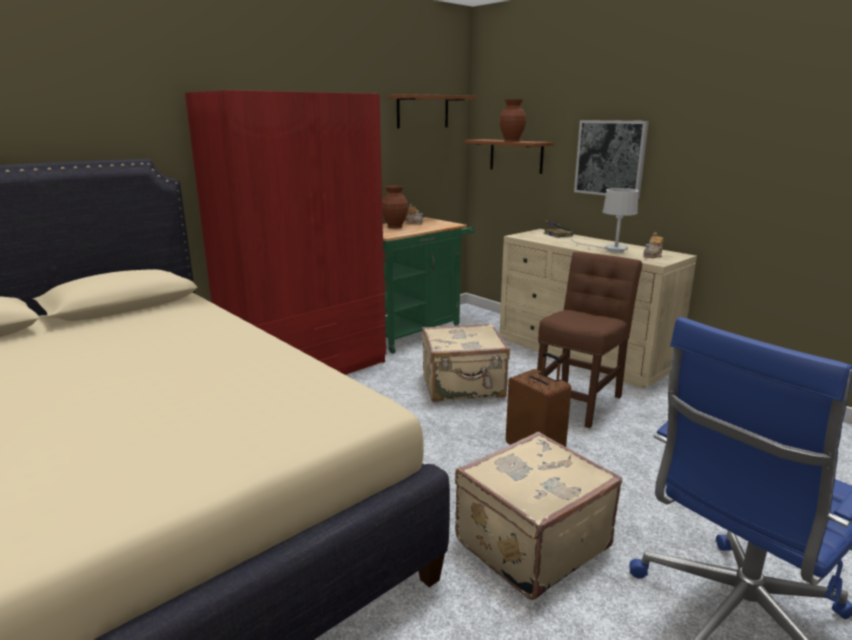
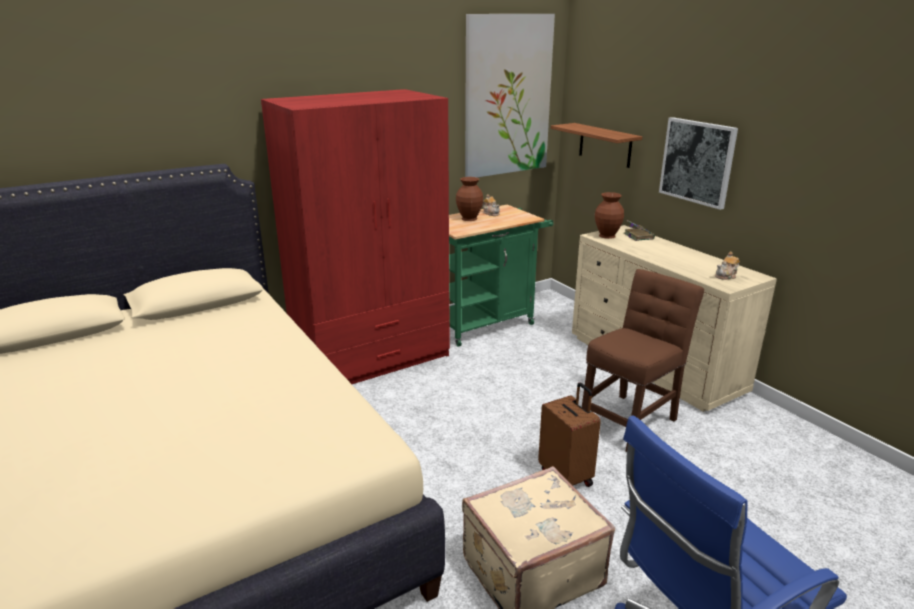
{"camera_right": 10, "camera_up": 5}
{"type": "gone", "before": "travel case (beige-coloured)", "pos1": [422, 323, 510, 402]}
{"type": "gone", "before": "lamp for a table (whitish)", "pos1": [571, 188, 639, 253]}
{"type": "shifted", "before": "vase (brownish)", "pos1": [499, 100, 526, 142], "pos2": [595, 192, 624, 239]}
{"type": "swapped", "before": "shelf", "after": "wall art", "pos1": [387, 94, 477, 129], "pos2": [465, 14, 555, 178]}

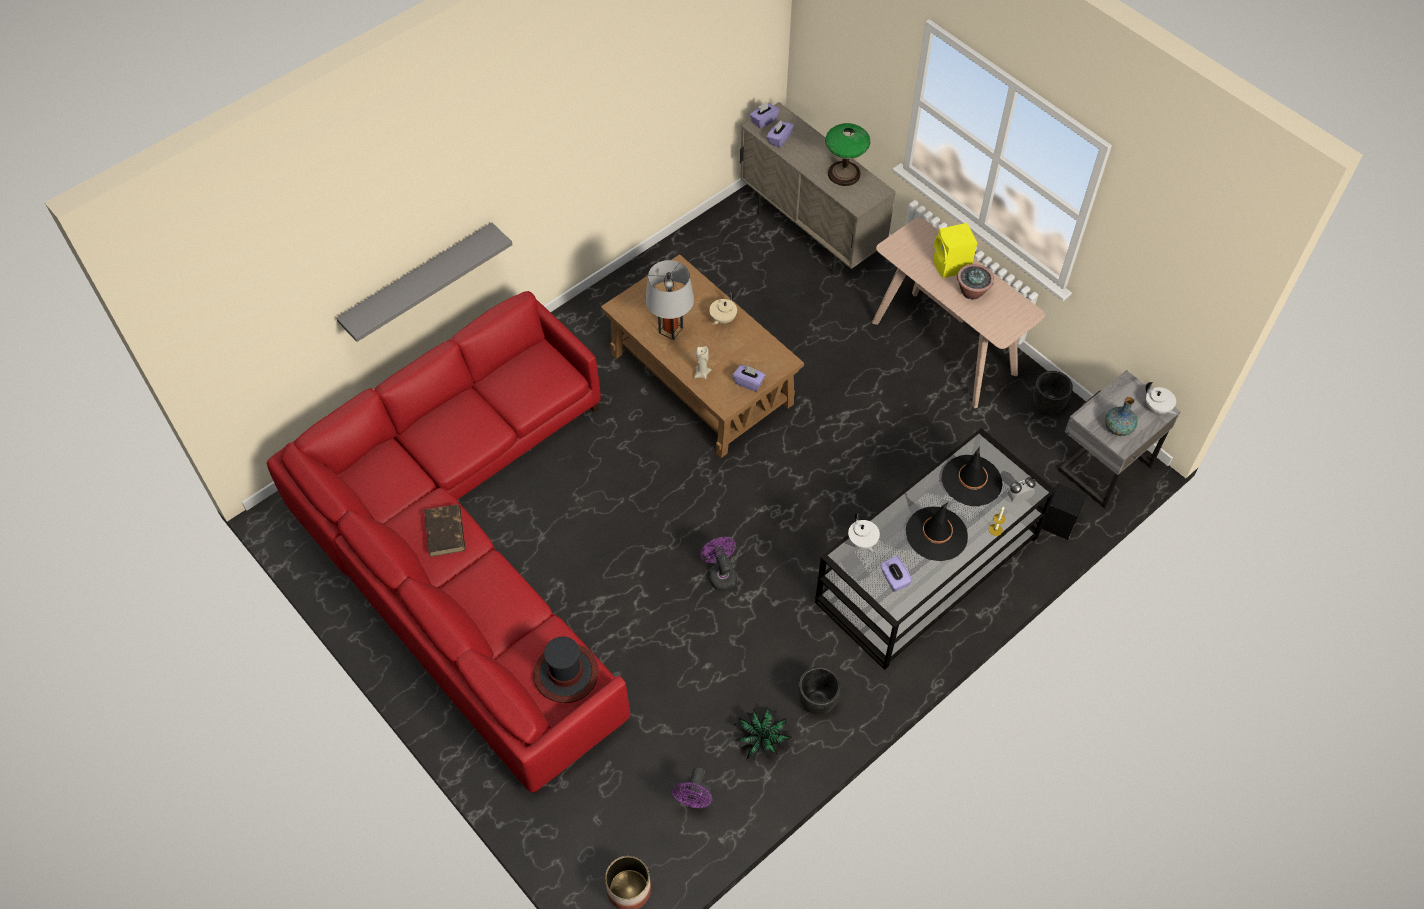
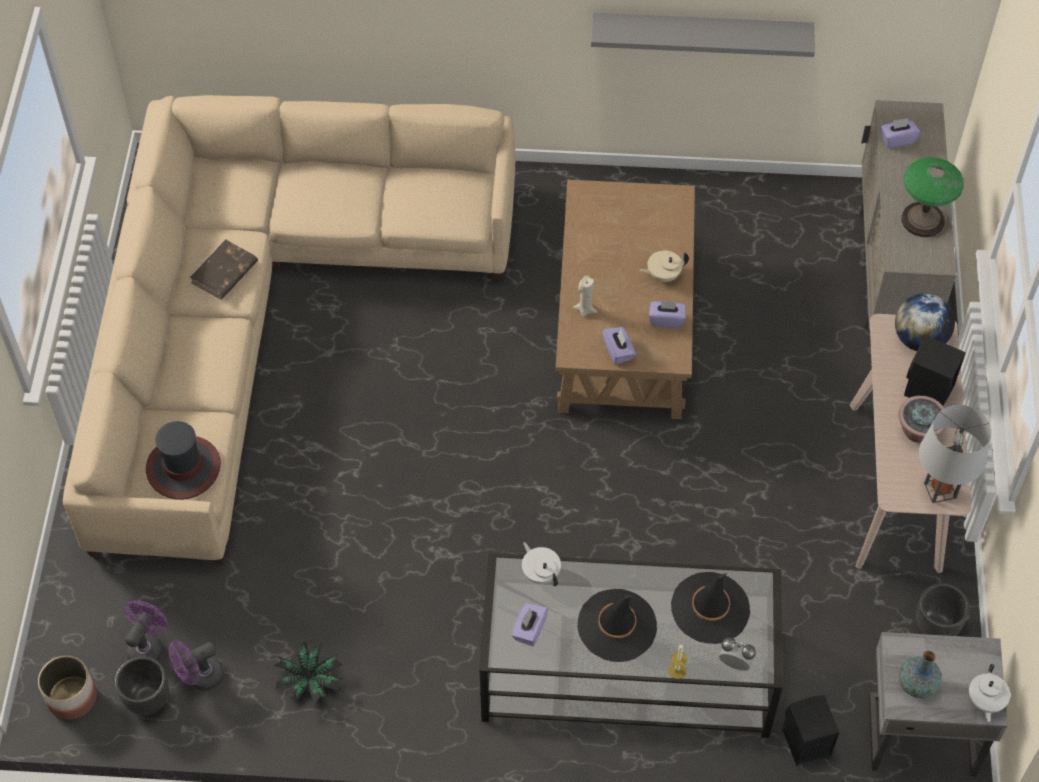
{"camera_right": 45, "camera_up": 0}
{"type": "new", "after": "world globe", "pos2": [895, 293, 955, 351]}
{"type": "shifted", "before": "shelf (grey)", "pos1": [336, 222, 512, 342], "pos2": [591, 13, 815, 57]}
{"type": "shifted", "before": "lamp for a table (grey)", "pos1": [645, 260, 694, 340], "pos2": [919, 405, 991, 503]}
{"type": "shifted", "before": "cooling fan (purple)", "pos1": [700, 537, 737, 591], "pos2": [125, 601, 169, 661]}
{"type": "shifted", "before": "box of tissues (purple)", "pos1": [750, 102, 779, 129], "pos2": [649, 300, 686, 328]}
{"type": "shifted", "before": "flower pot (black)", "pos1": [798, 667, 841, 715], "pos2": [115, 656, 169, 715]}
{"type": "repainted", "before": "settee (red-coloured)", "after": "settee (beige-coloured)", "pos1": [267, 291, 630, 794], "pos2": [63, 95, 515, 564]}
{"type": "repainted", "before": "audio speaker (yellow-coloured)", "after": "audio speaker (black)", "pos1": [933, 223, 977, 278], "pos2": [904, 336, 966, 407]}
{"type": "rotated", "before": "pot for tea (whitish)", "pos1": [848, 513, 880, 554], "pos2": [522, 542, 561, 586], "turn": 120}

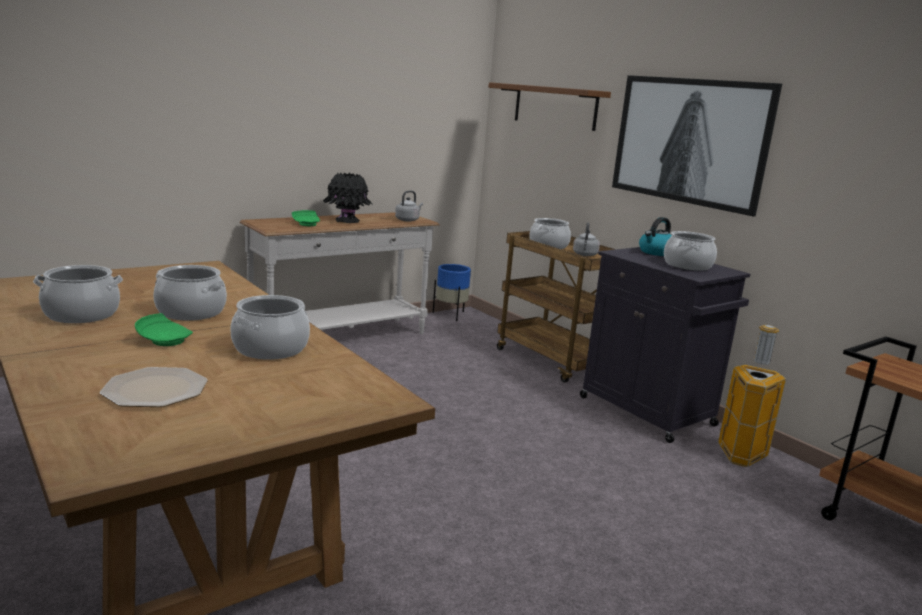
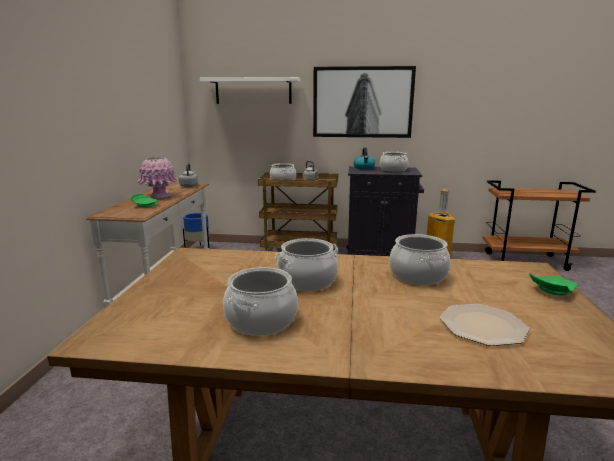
{"camera_right": -45, "camera_up": 0}
{"type": "shifted", "before": "plate (green-coloured)", "pos1": [135, 313, 193, 346], "pos2": [530, 273, 577, 296]}
{"type": "repainted", "before": "vase (black)", "after": "vase (pinkish)", "pos1": [323, 173, 372, 223], "pos2": [137, 157, 179, 199]}
{"type": "repainted", "before": "shelf (brownish)", "after": "shelf (whitish)", "pos1": [488, 82, 611, 131], "pos2": [200, 77, 300, 104]}

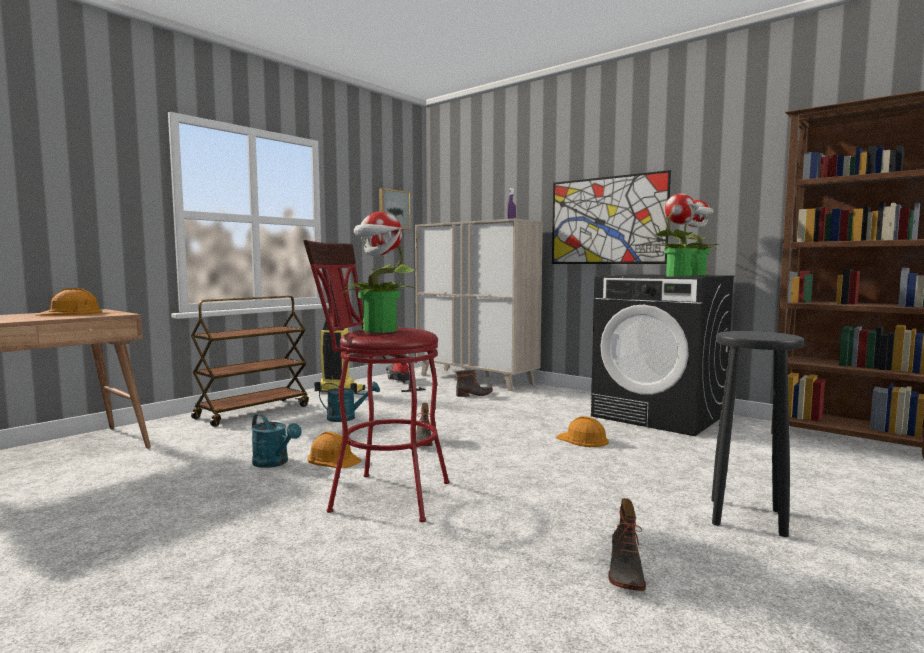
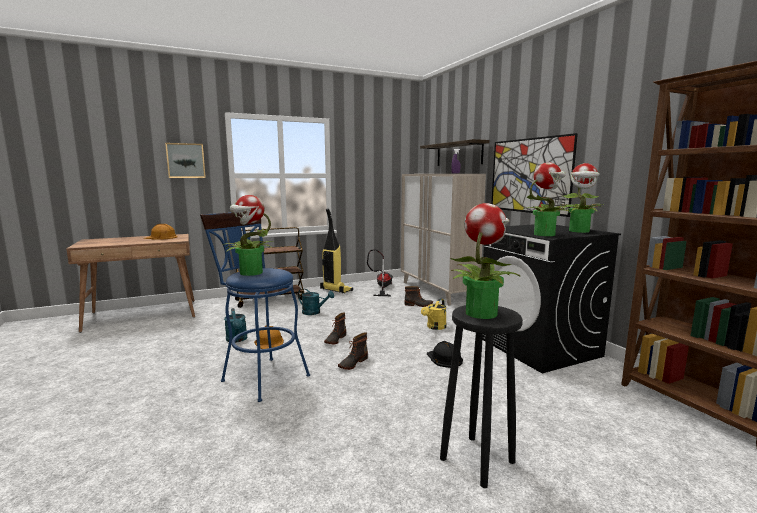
{"camera_right": 25, "camera_up": 5}
{"type": "new", "after": "shelf", "pos2": [420, 139, 489, 166]}
{"type": "new", "after": "watering can (yellow-coloured)", "pos2": [421, 298, 446, 330]}
{"type": "new", "after": "houseplant", "pos2": [450, 203, 520, 319]}
{"type": "shifted", "before": "wall art", "pos1": [379, 188, 410, 229], "pos2": [165, 143, 206, 178]}
{"type": "shifted", "before": "tall boot", "pos1": [609, 498, 646, 591], "pos2": [338, 332, 368, 370]}
{"type": "repainted", "before": "stool seat (red-coloured)", "after": "stool seat (bluish)", "pos1": [303, 240, 449, 522], "pos2": [200, 211, 310, 402]}
{"type": "repainted", "before": "hard hat (orange-coloured)", "after": "hard hat (black)", "pos1": [556, 416, 609, 447], "pos2": [427, 341, 463, 368]}

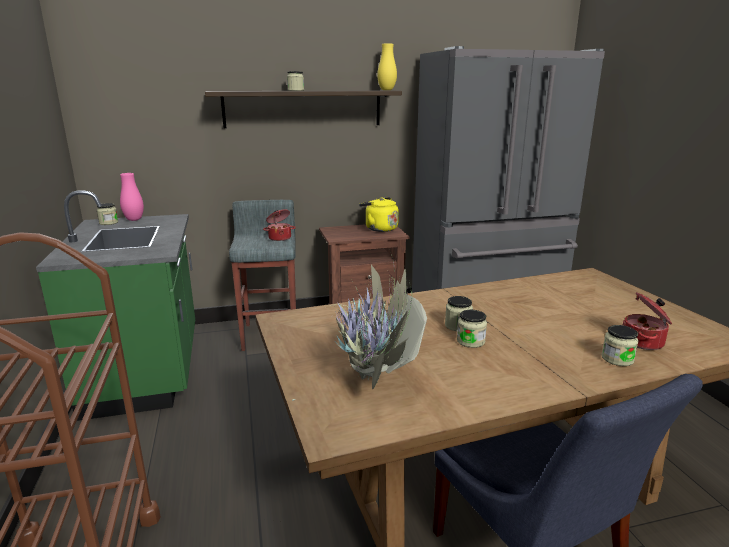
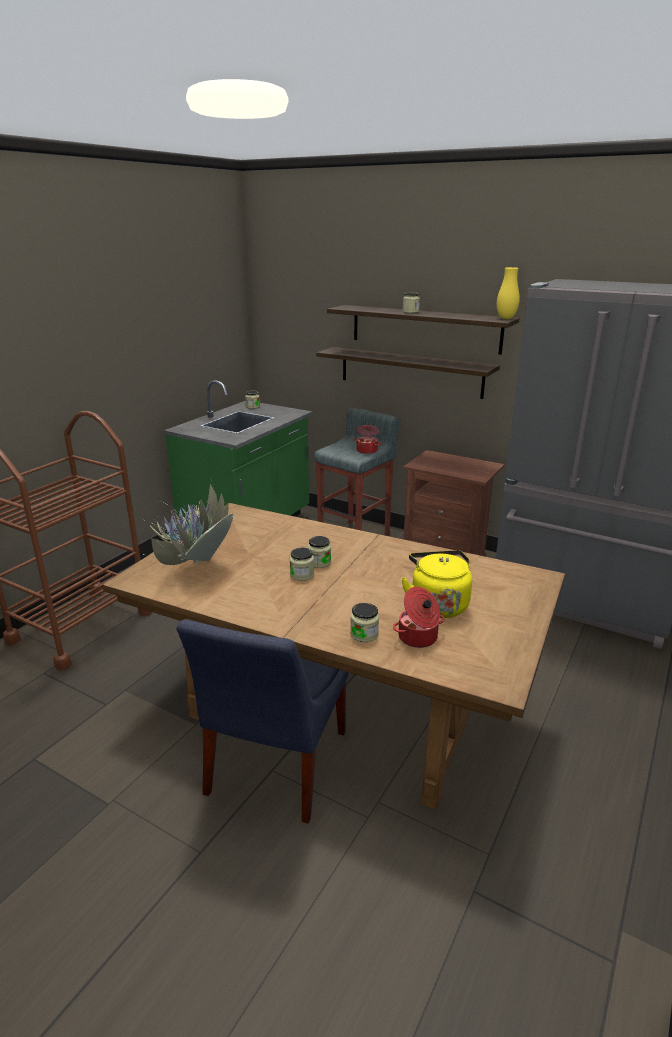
{"camera_right": 45, "camera_up": 5}
{"type": "gone", "before": "vase (pinkish)", "pos1": [120, 173, 144, 221]}
{"type": "new", "after": "shelf", "pos2": [316, 347, 500, 399]}
{"type": "shifted", "before": "water kettle (yellow-coloured)", "pos1": [359, 197, 399, 232], "pos2": [401, 550, 472, 618]}

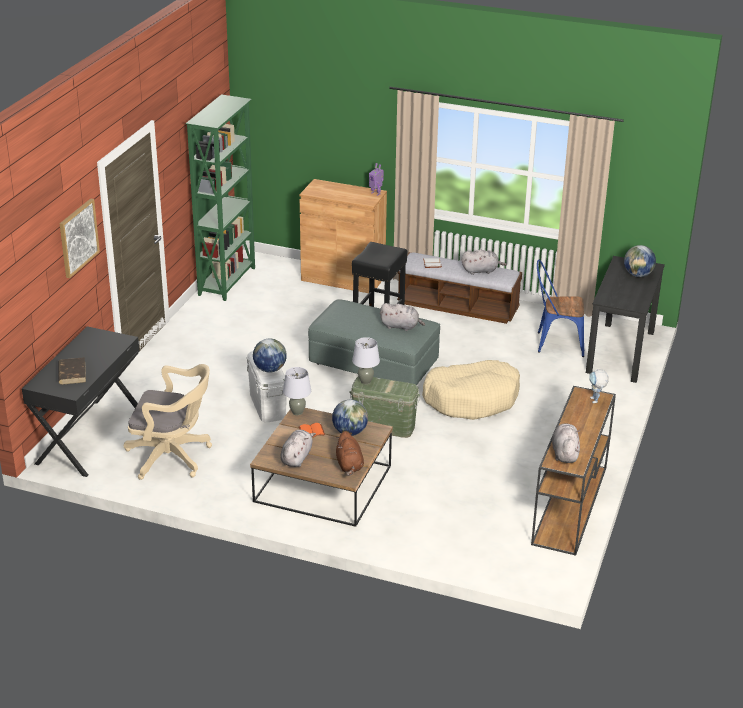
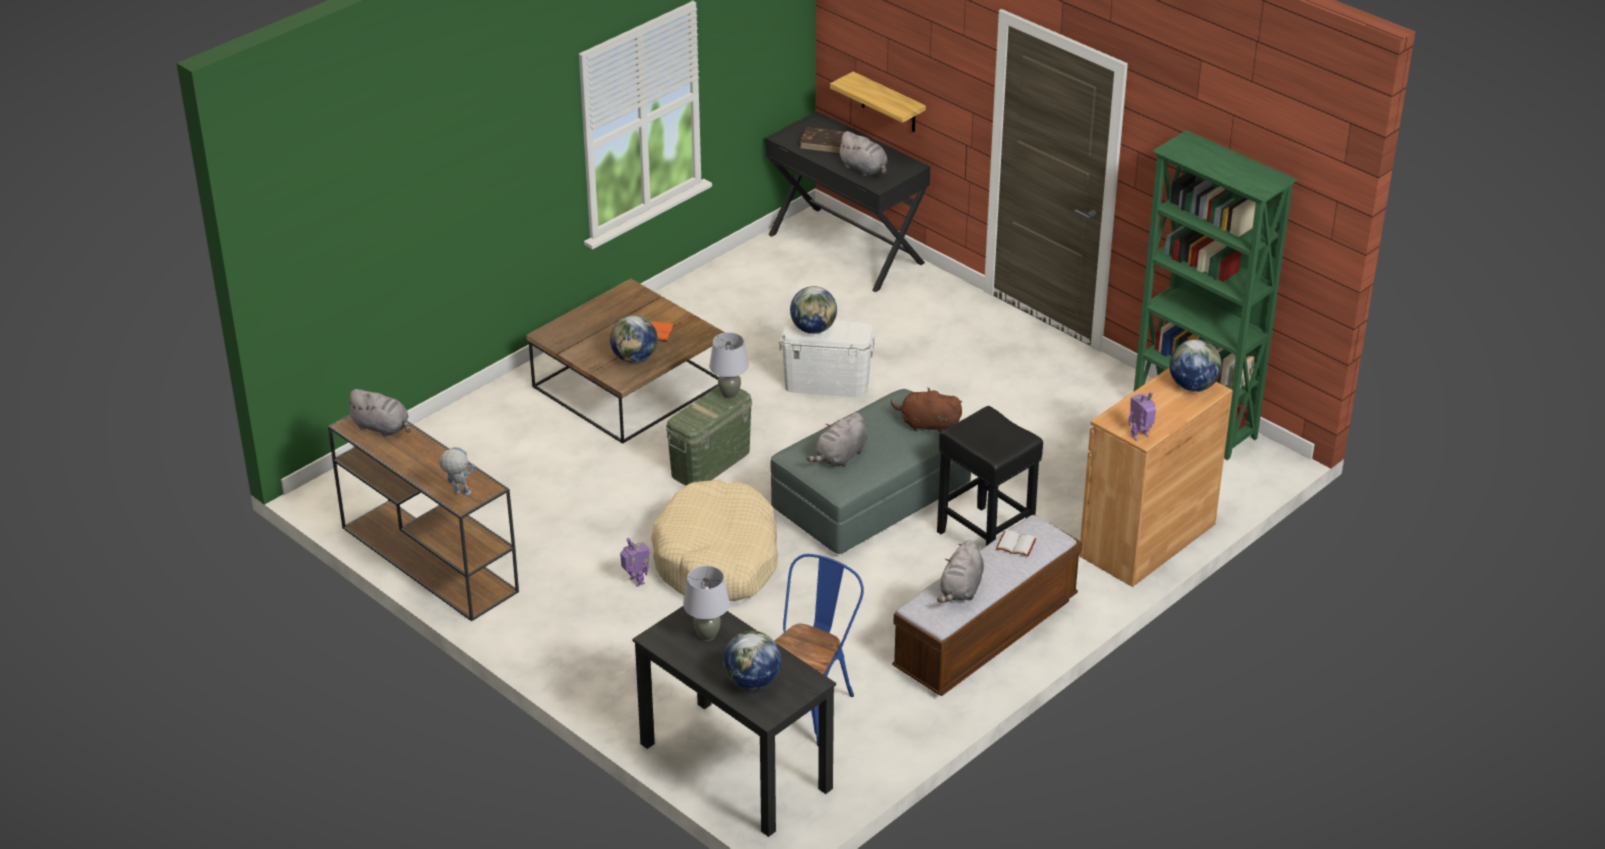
{"camera_right": 115, "camera_up": 5}
{"type": "gone", "before": "wall art", "pos1": [60, 199, 100, 278]}
{"type": "gone", "before": "desk chair (beige-coloured)", "pos1": [124, 364, 212, 480]}
{"type": "new", "after": "toy robot", "pos2": [620, 538, 650, 587]}
{"type": "new", "after": "shelf", "pos2": [830, 71, 926, 132]}
{"type": "new", "after": "world globe", "pos2": [1169, 339, 1222, 392]}
{"type": "shifted", "before": "plush toy (grey)", "pos1": [280, 430, 316, 467], "pos2": [837, 131, 888, 176]}
{"type": "shifted", "before": "lamp for a table (grey)", "pos1": [283, 367, 311, 415], "pos2": [683, 566, 730, 641]}
{"type": "shifted", "before": "plush toy (brownish)", "pos1": [336, 431, 364, 476], "pos2": [891, 387, 962, 433]}

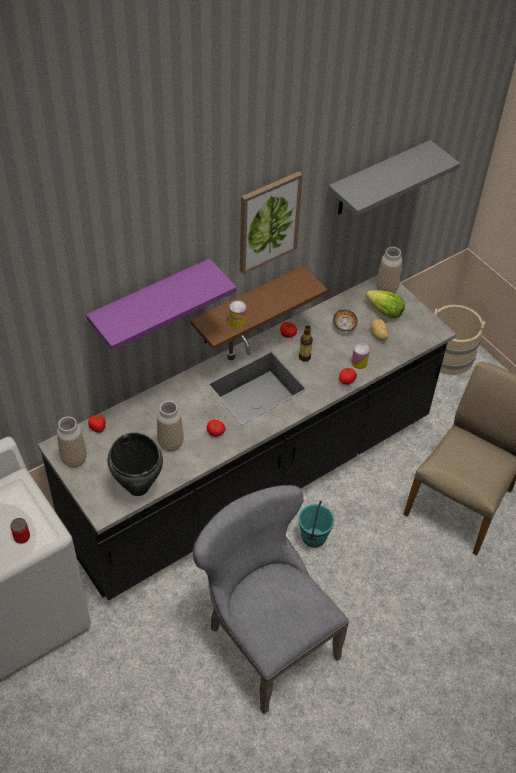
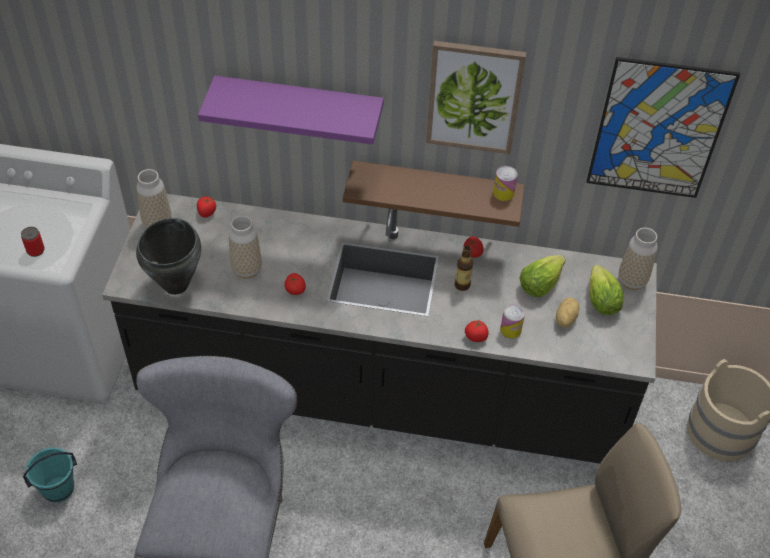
{"camera_right": 45, "camera_up": 0}
{"type": "shifted", "before": "can", "pos1": [229, 300, 246, 328], "pos2": [493, 166, 518, 201]}
{"type": "shifted", "before": "water bucket (blue-green)", "pos1": [298, 501, 334, 548], "pos2": [23, 447, 77, 503]}
{"type": "swapped", "before": "shelf (grey)", "after": "wall art", "pos1": [328, 140, 460, 216], "pos2": [586, 57, 740, 198]}
{"type": "swapped", "before": "deep dish", "after": "lettuce", "pos1": [333, 309, 358, 332], "pos2": [520, 255, 565, 297]}

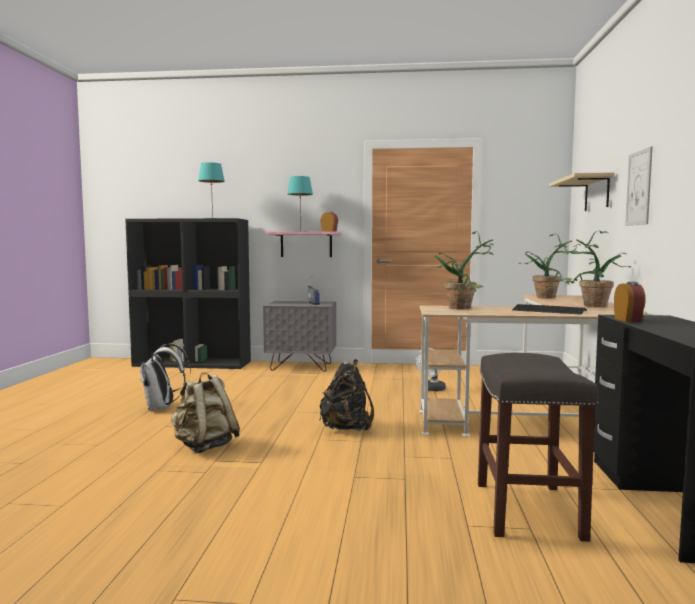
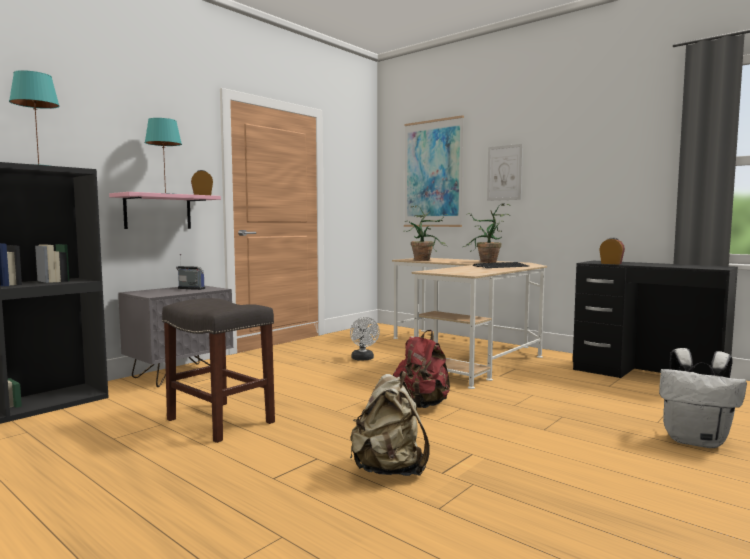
{"camera_right": -55, "camera_up": 0}
{"type": "gone", "before": "houseplant", "pos1": [430, 231, 494, 310]}
{"type": "shifted", "before": "knapsack (whitish)", "pos1": [140, 343, 191, 411], "pos2": [659, 348, 747, 448]}
{"type": "shifted", "before": "stool seat (grey)", "pos1": [478, 353, 598, 542], "pos2": [162, 298, 275, 443]}
{"type": "swapped", "before": "shelf (beige-coloured)", "after": "wall art", "pos1": [549, 173, 615, 211], "pos2": [404, 115, 464, 227]}
{"type": "repainted", "before": "knapsack (black)", "after": "knapsack (red-coloured)", "pos1": [319, 359, 374, 431], "pos2": [393, 330, 450, 408]}

